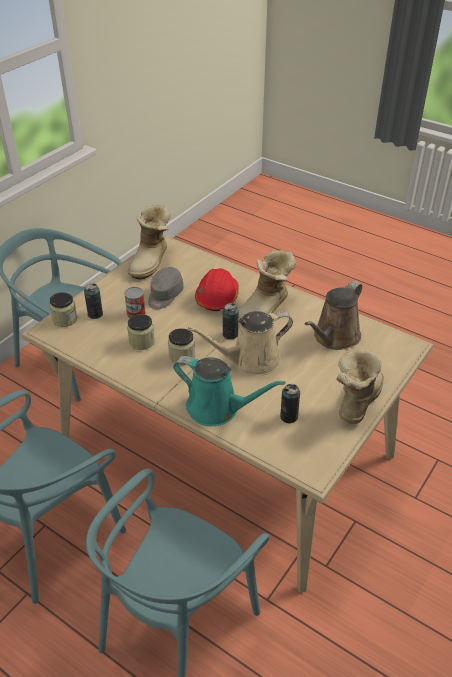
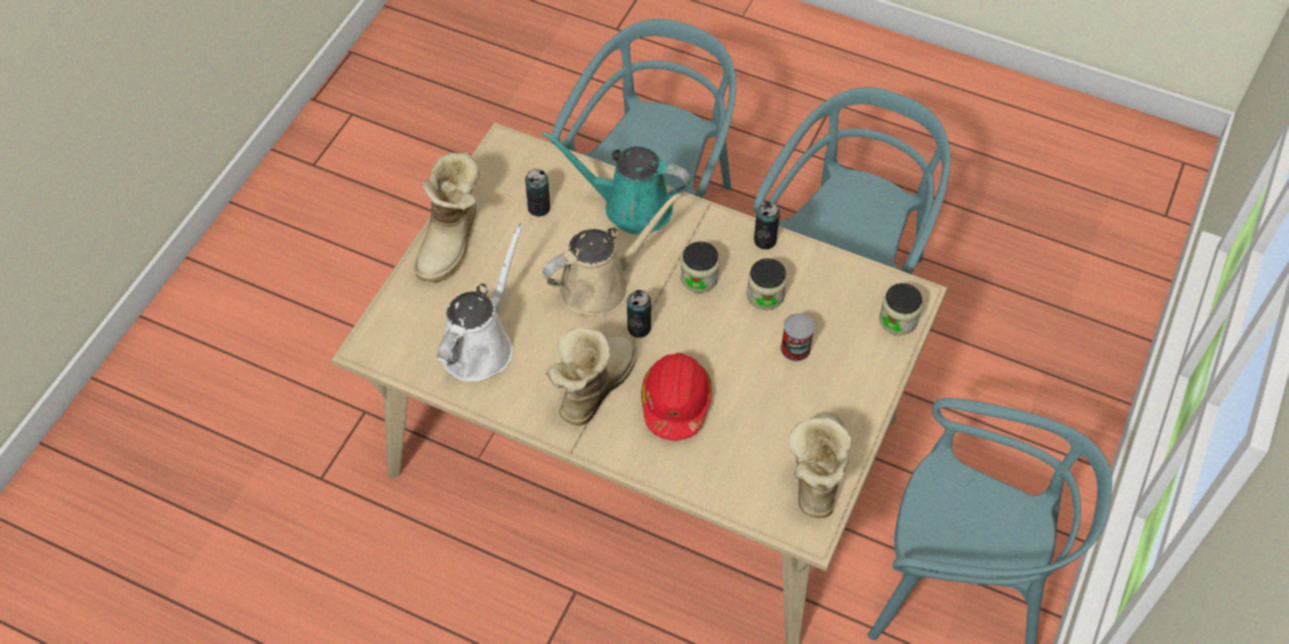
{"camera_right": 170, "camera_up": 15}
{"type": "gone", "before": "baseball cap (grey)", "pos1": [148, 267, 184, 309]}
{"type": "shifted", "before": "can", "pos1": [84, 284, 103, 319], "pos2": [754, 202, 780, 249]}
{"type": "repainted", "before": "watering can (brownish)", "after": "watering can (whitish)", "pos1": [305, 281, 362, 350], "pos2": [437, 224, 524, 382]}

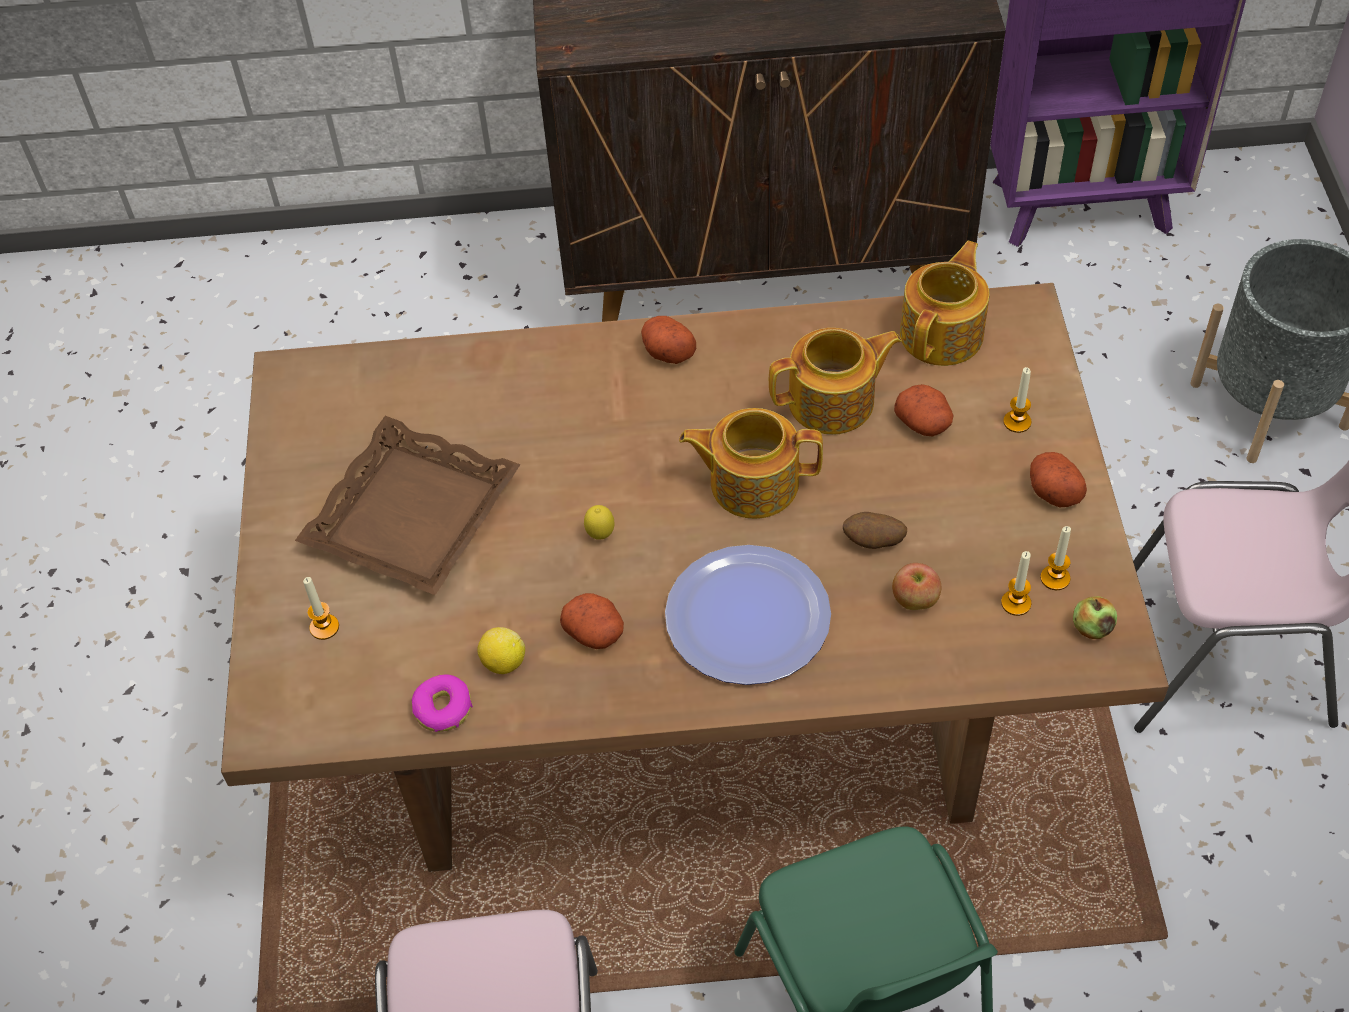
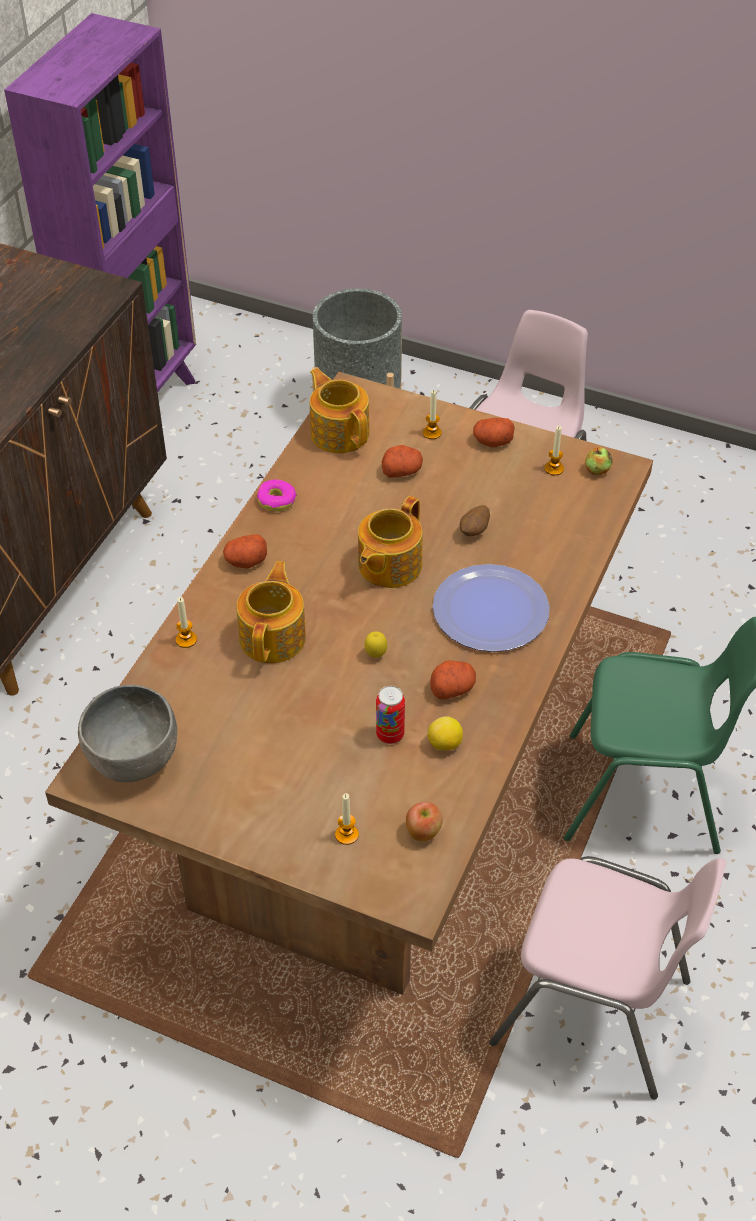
{"camera_right": -65, "camera_up": -5}
{"type": "gone", "before": "serving tray (brownish)", "pos1": [295, 416, 521, 595]}
{"type": "new", "after": "deep dish (grey)", "pos2": [78, 685, 177, 782]}
{"type": "new", "after": "can", "pos2": [376, 686, 405, 744]}
{"type": "shifted", "before": "doughnut", "pos1": [412, 674, 473, 732], "pos2": [257, 479, 297, 512]}
{"type": "shifted", "before": "pot for tea", "pos1": [769, 328, 902, 435], "pos2": [236, 561, 306, 663]}
{"type": "shifted", "before": "apple fruit", "pos1": [892, 563, 941, 610], "pos2": [406, 802, 443, 842]}
{"type": "shifted", "before": "wax light", "pos1": [1001, 551, 1031, 616], "pos2": [176, 597, 197, 648]}

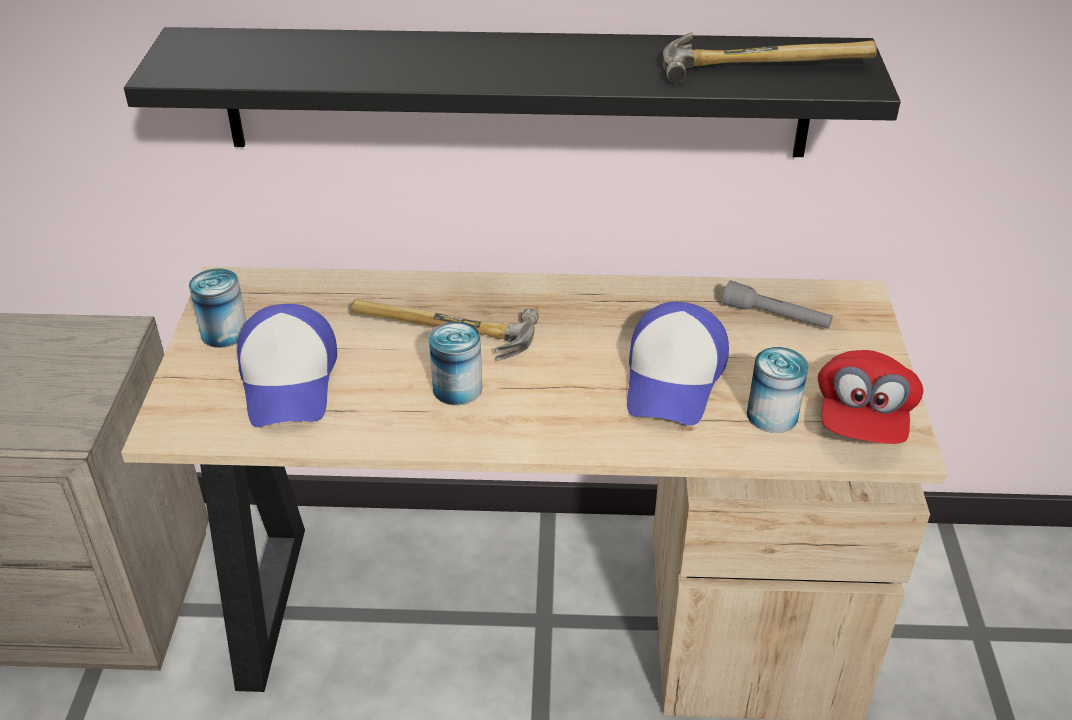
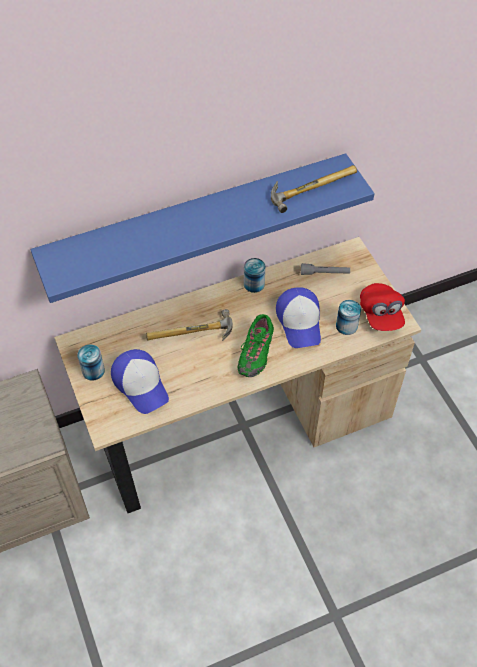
{"camera_right": -25, "camera_up": 15}
{"type": "new", "after": "shoe (green-coloured)", "pos2": [237, 314, 274, 377]}
{"type": "shifted", "before": "can", "pos1": [429, 321, 482, 405], "pos2": [244, 258, 265, 293]}
{"type": "repainted", "before": "shelf (black)", "after": "shelf (bluish)", "pos1": [124, 27, 901, 157], "pos2": [31, 153, 374, 303]}

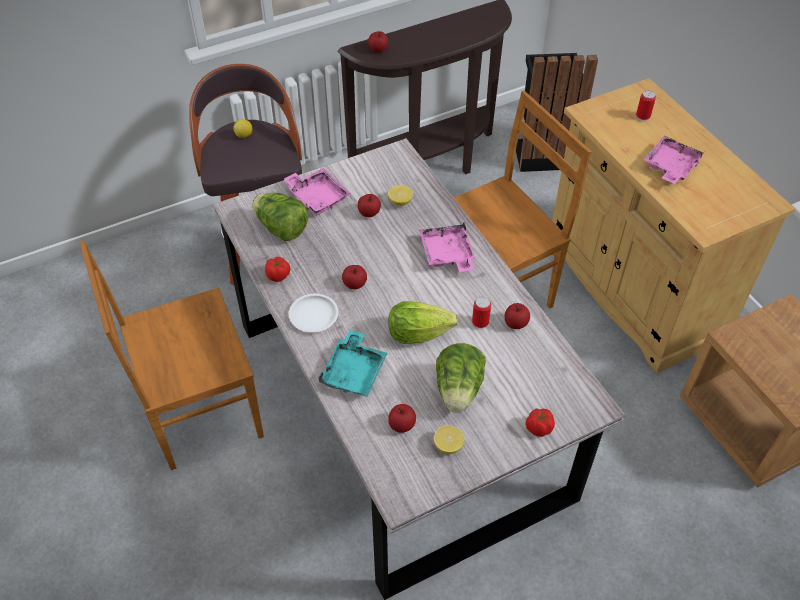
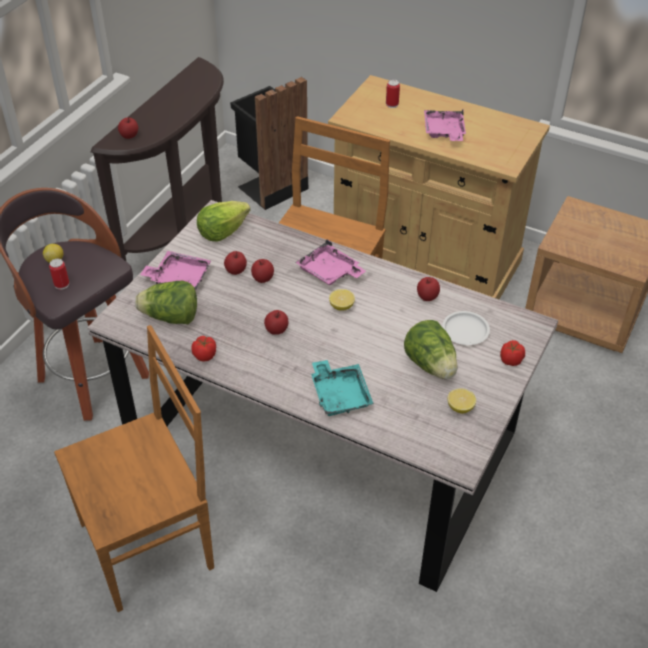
{"camera_right": -35, "camera_up": -5}
{"type": "shifted", "before": "plate (whitish)", "pos1": [289, 294, 338, 332], "pos2": [442, 311, 490, 345]}
{"type": "shifted", "before": "whole lemon", "pos1": [388, 185, 413, 206], "pos2": [329, 289, 355, 311]}
{"type": "shifted", "before": "lettuce", "pos1": [388, 301, 458, 344], "pos2": [197, 201, 250, 242]}
{"type": "shifted", "before": "apple fruit", "pos1": [388, 404, 416, 433], "pos2": [251, 259, 274, 283]}
{"type": "shifted", "before": "can", "pos1": [472, 296, 491, 329], "pos2": [49, 258, 69, 290]}
{"type": "rotated", "before": "upright chair (brownish)", "pos1": [80, 241, 264, 470], "pos2": [54, 325, 214, 612], "turn": -150}

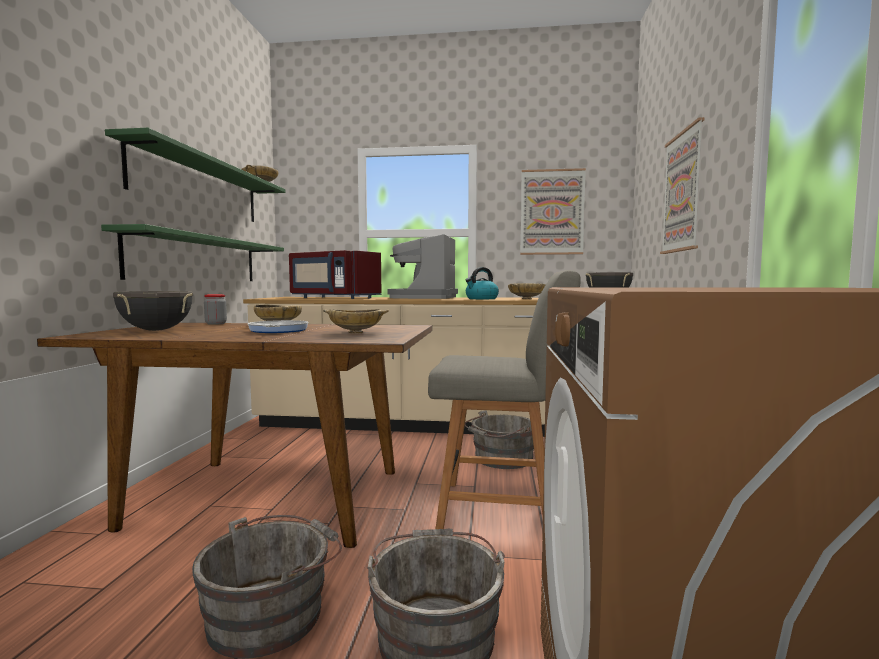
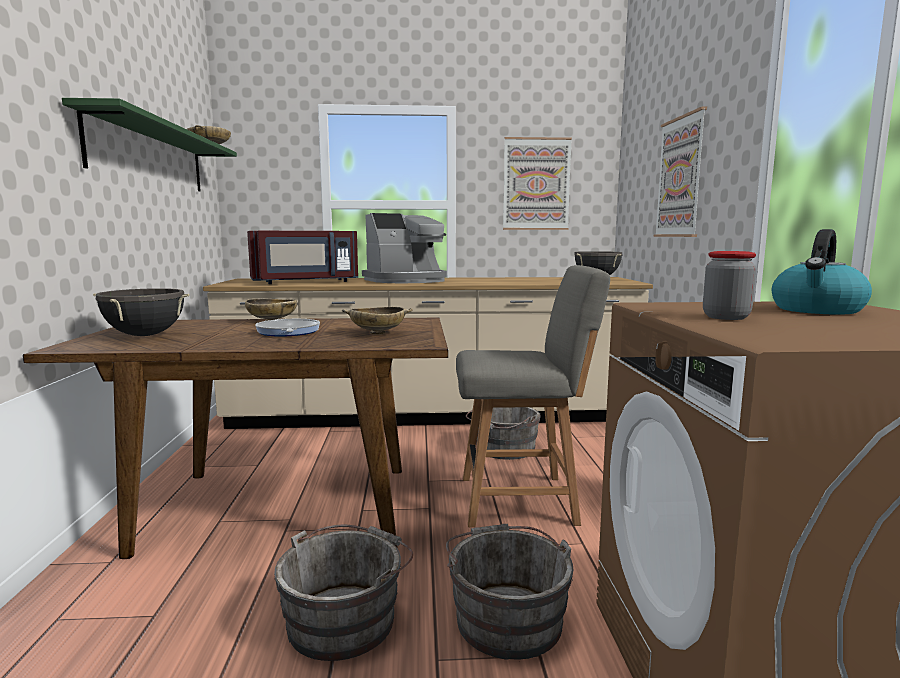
{"camera_right": -10, "camera_up": 5}
{"type": "gone", "before": "shelf (green-coloured)", "pos1": [101, 224, 284, 281]}
{"type": "gone", "before": "deep dish (beige-coloured)", "pos1": [508, 283, 546, 299]}
{"type": "shifted", "before": "preserve jar", "pos1": [204, 294, 227, 325], "pos2": [703, 251, 757, 320]}
{"type": "shifted", "before": "water kettle", "pos1": [466, 267, 499, 299], "pos2": [772, 229, 872, 315]}
{"type": "rotated", "before": "microwave oven (red-coloured)", "pos1": [289, 250, 382, 299], "pos2": [247, 231, 358, 284], "turn": -45}
{"type": "rotated", "before": "coffee machine", "pos1": [387, 234, 458, 299], "pos2": [362, 213, 447, 283], "turn": -120}

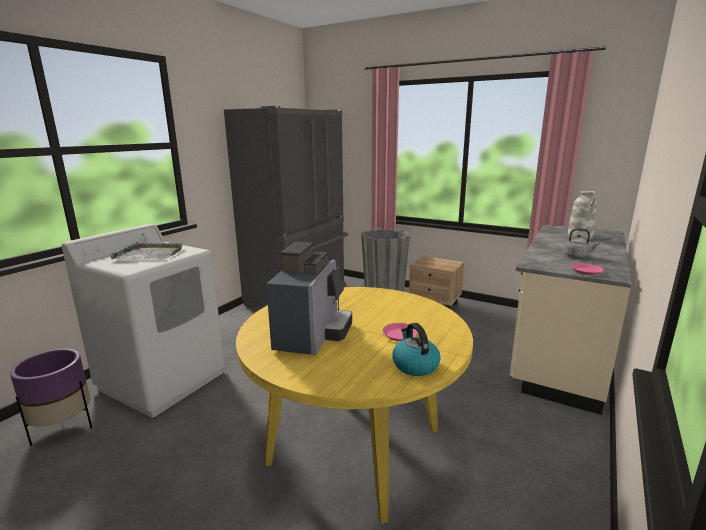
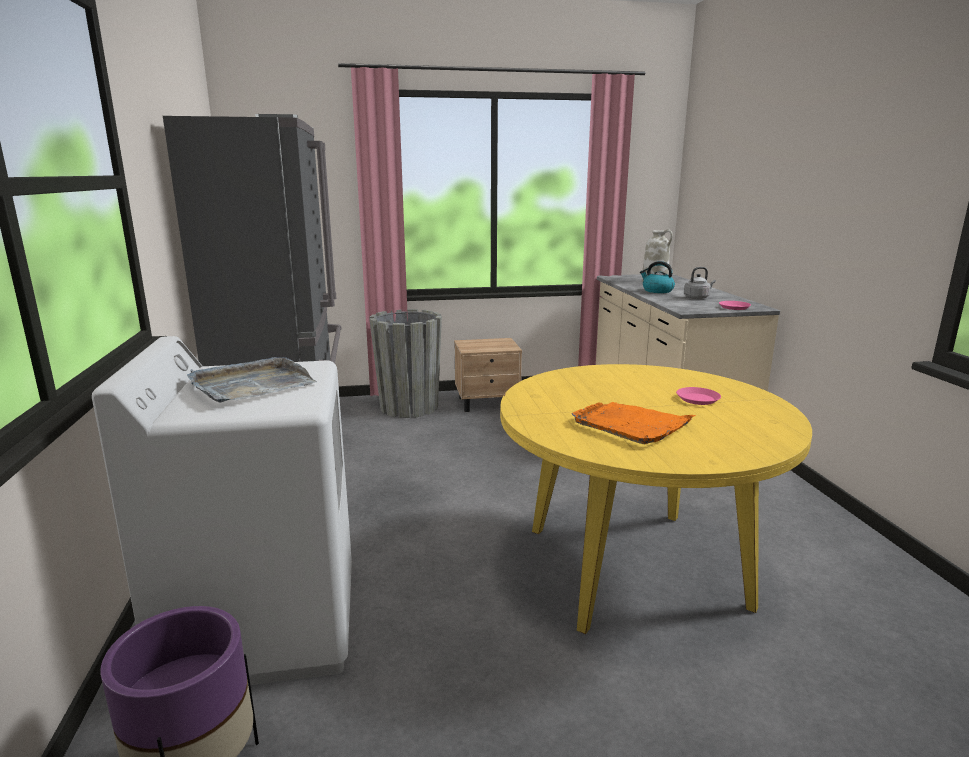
{"camera_right": -40, "camera_up": 0}
{"type": "shifted", "before": "water kettle", "pos1": [392, 323, 441, 376], "pos2": [640, 261, 675, 293]}
{"type": "swapped", "before": "coffee machine", "after": "serving tray (orange-coloured)", "pos1": [266, 242, 352, 355], "pos2": [571, 402, 696, 444]}

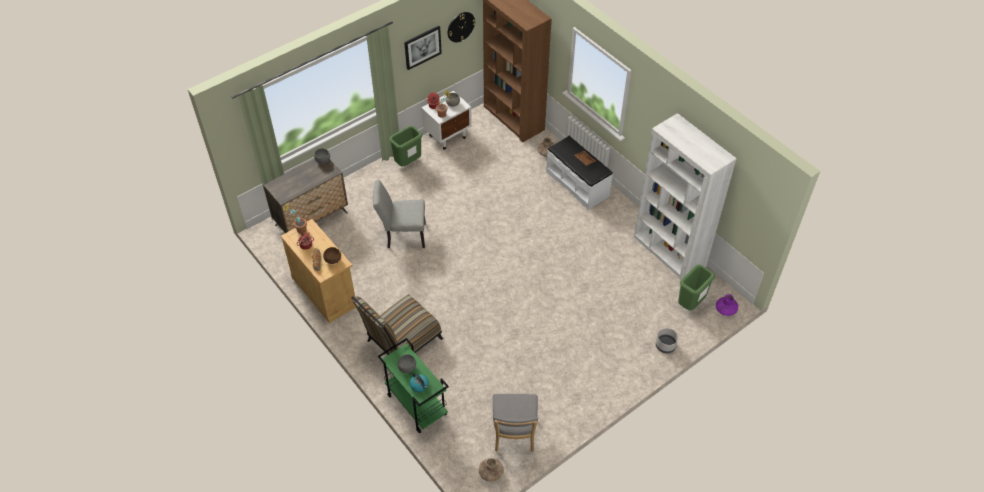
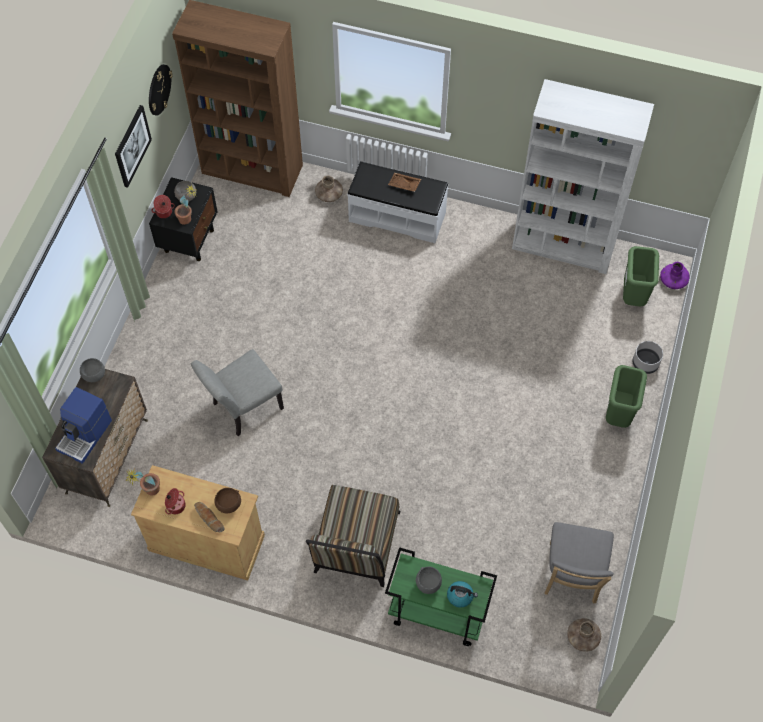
{"camera_right": -35, "camera_up": 10}
{"type": "new", "after": "coffee machine", "pos2": [55, 387, 112, 464]}
{"type": "shifted", "before": "waste bin (green-coloured)", "pos1": [389, 126, 422, 166], "pos2": [606, 365, 647, 428]}
{"type": "repainted", "before": "night table (whitish)", "after": "night table (black)", "pos1": [421, 91, 472, 150], "pos2": [149, 177, 218, 261]}
{"type": "rotated", "before": "upright chair (grey)", "pos1": [493, 394, 539, 452], "pos2": [544, 522, 614, 603], "turn": 45}

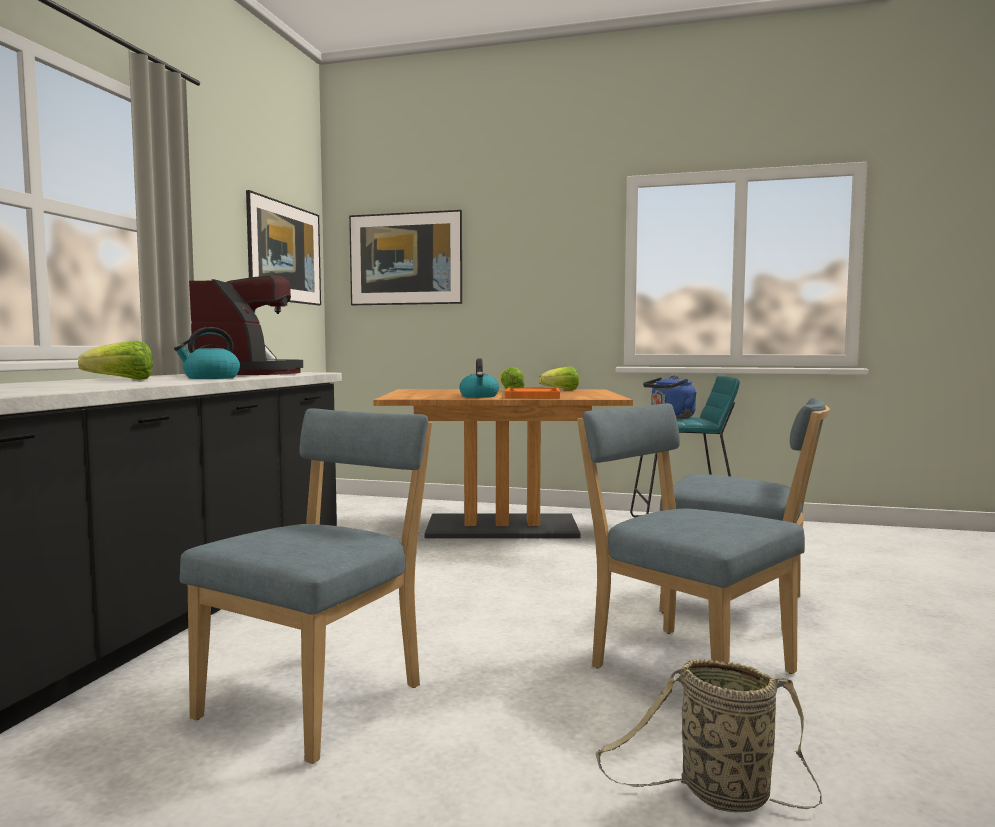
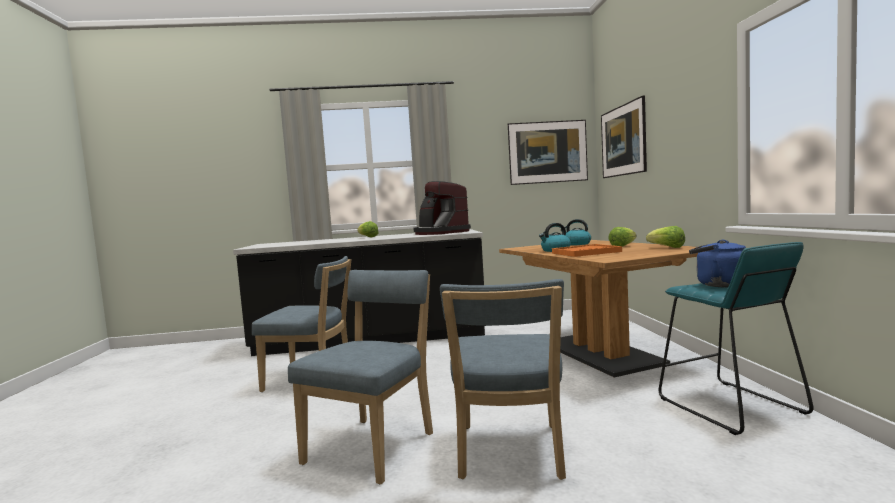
{"camera_right": 70, "camera_up": 0}
{"type": "gone", "before": "basket", "pos1": [596, 659, 822, 812]}
{"type": "shifted", "before": "water kettle", "pos1": [174, 327, 240, 379], "pos2": [560, 219, 591, 245]}
{"type": "rotated", "before": "coffee machine", "pos1": [189, 275, 303, 375], "pos2": [413, 181, 471, 235], "turn": 75}

